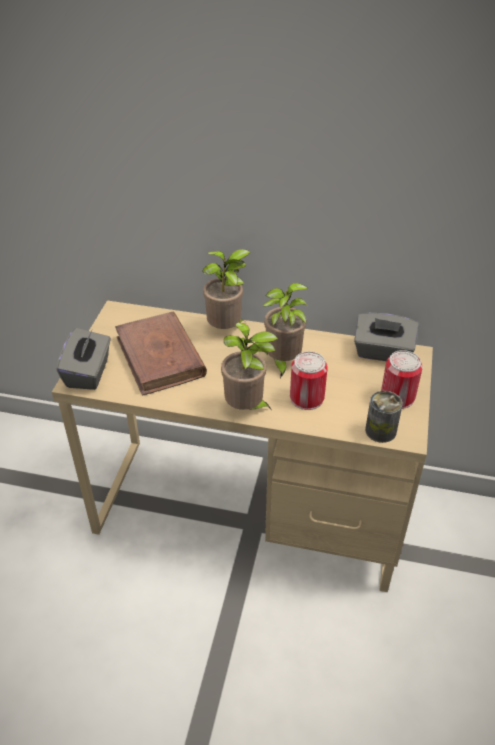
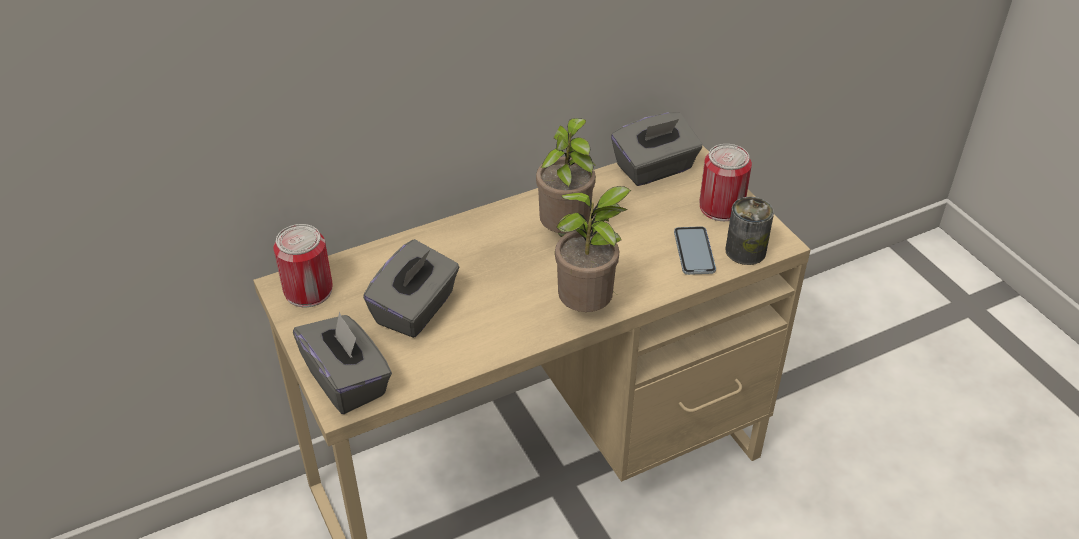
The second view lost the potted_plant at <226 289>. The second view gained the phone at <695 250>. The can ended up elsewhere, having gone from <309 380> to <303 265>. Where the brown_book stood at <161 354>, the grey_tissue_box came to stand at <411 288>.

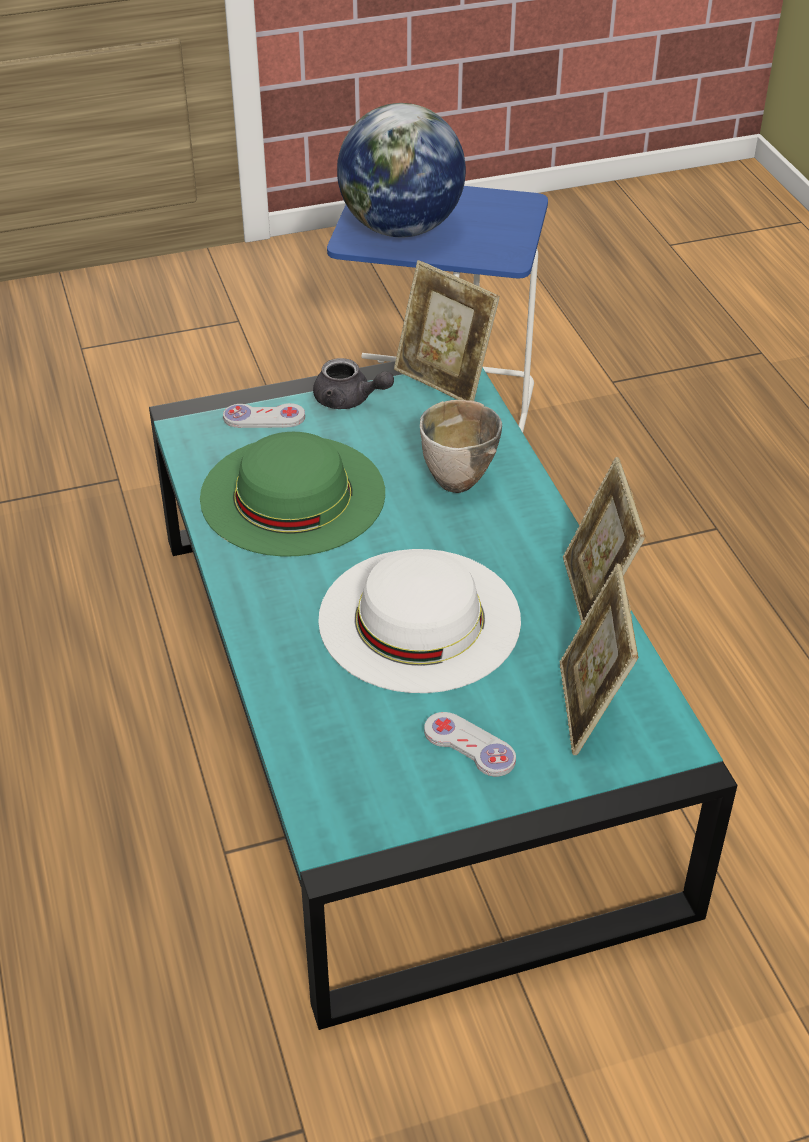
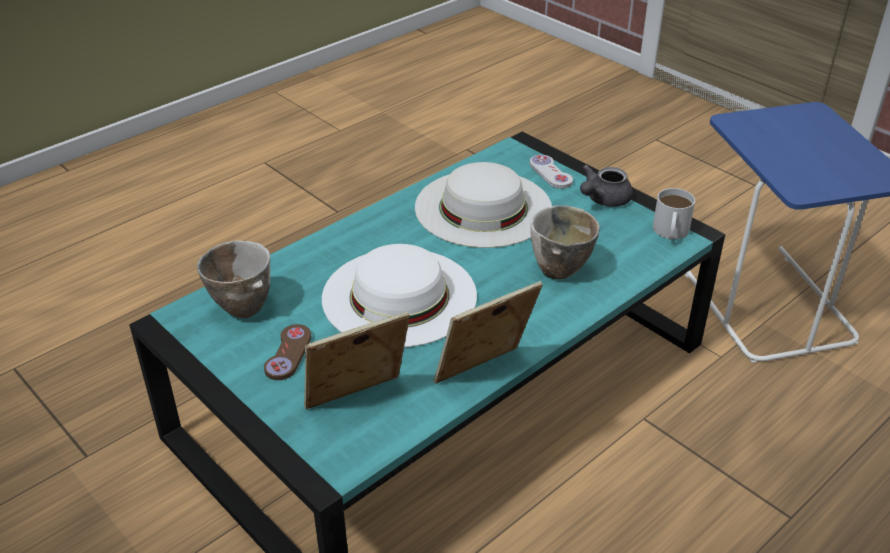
The second view lost the globe at <401 170>. The second view gained the bowl at <233 279>. Where the picture_frame stood at <447 330>, the white_mug came to stand at <674 214>. What was the green_hat at <292 494> turned into the white_hat at <483 205>. What was the white_game_controller at <470 744> turned into the brown_game_controller at <287 352>. The grey_teapot at <353 383> ended up facing another way, 45 degrees clockwise from before.

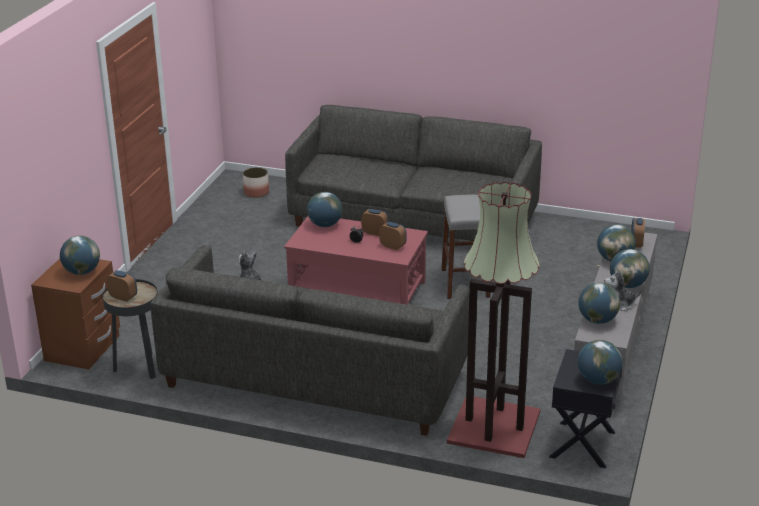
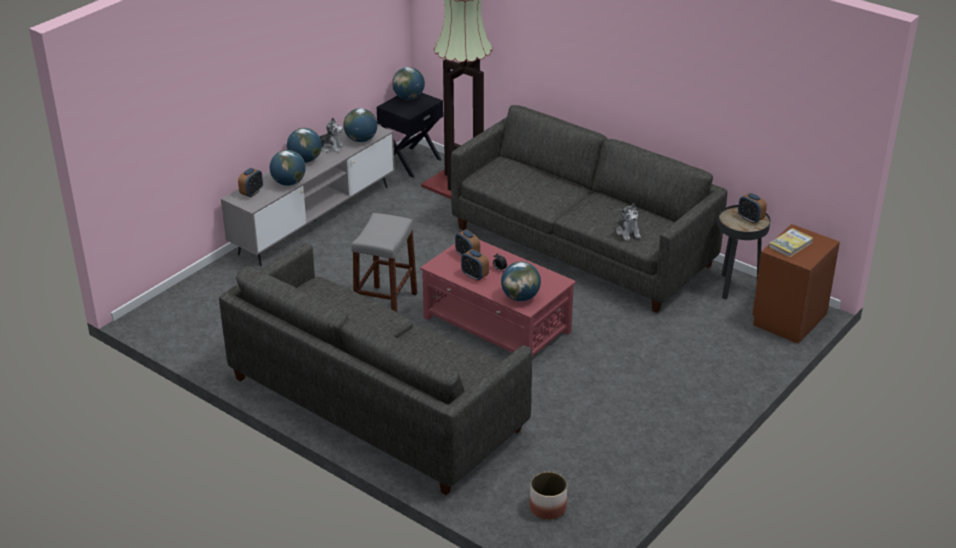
Where the globe stood at <80 255>, the book came to stand at <791 242>.

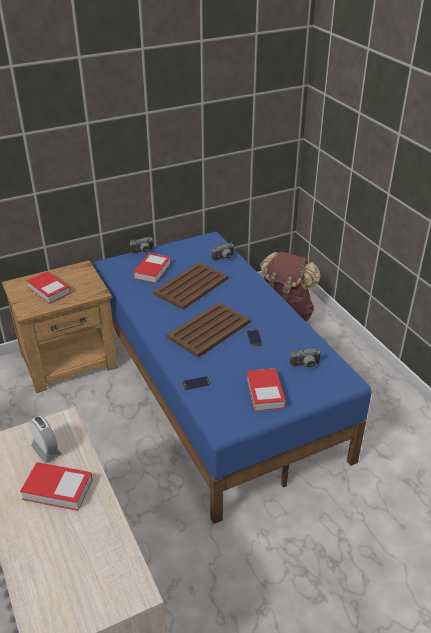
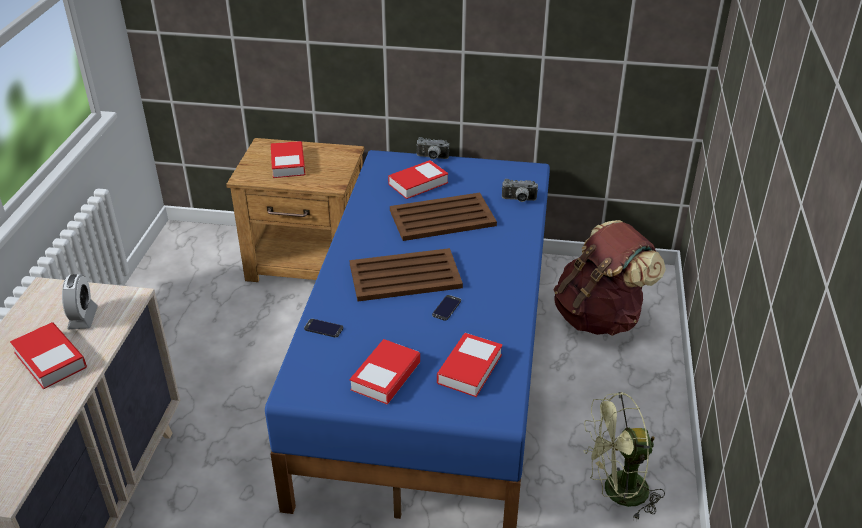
The second view gained the green_fan at <624 456>. Where the photo_camera stood at <305 358>, the book came to stand at <470 365>.

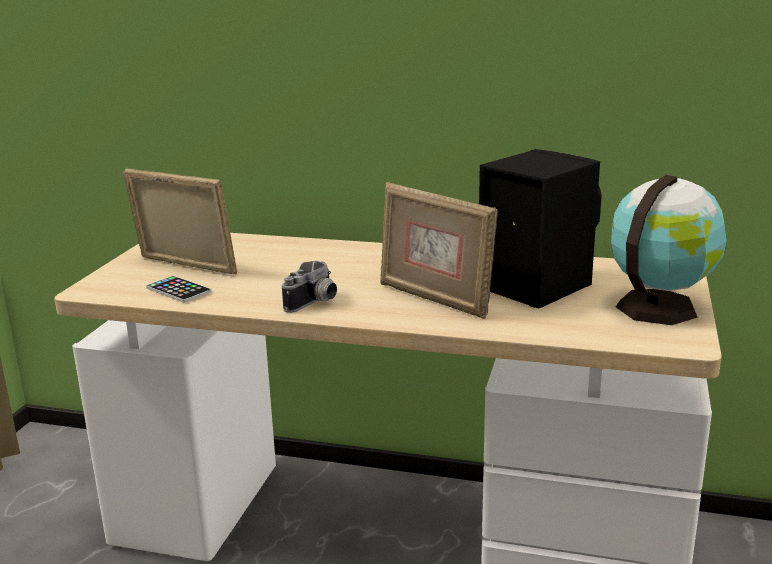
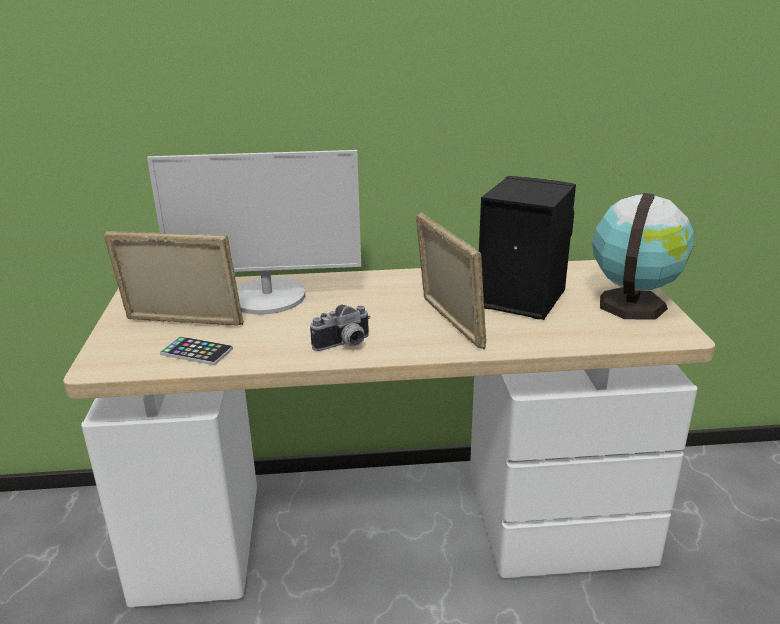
The second view gained the monitor at <254 232>. The photo_camera at <309 287> ended up facing another way, 45 degrees clockwise from before. The picture_frame at <438 250> ended up facing another way, 135 degrees counterclockwise from before.

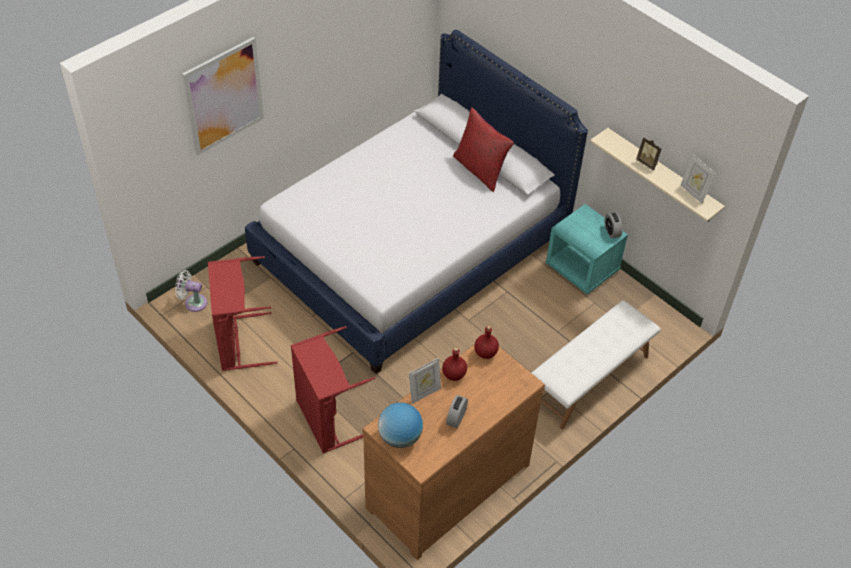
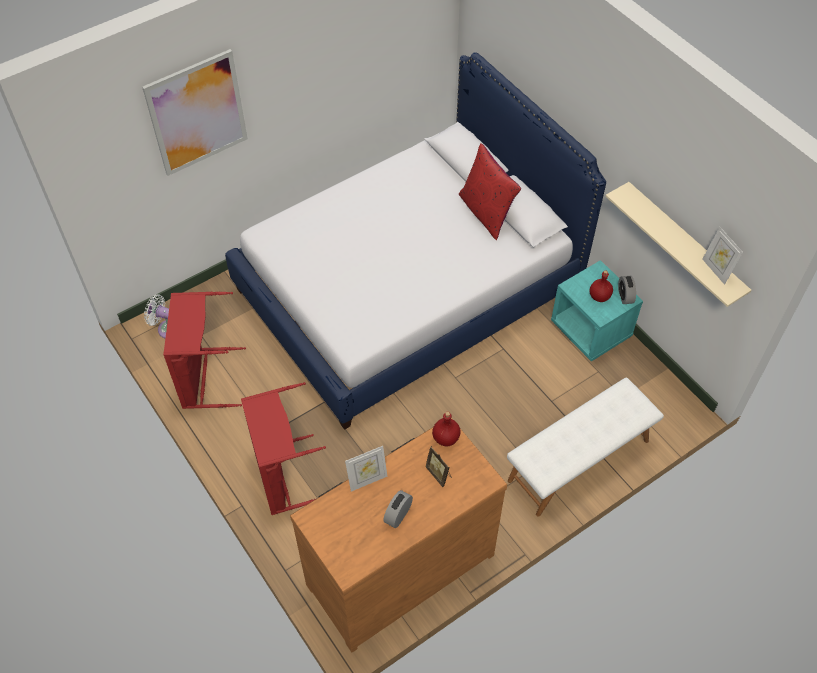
The second view lost the globe at <400 425>. The red_bottle ended up elsewhere, having gone from <454 364> to <601 286>. The picture_frame ended up elsewhere, having gone from <649 153> to <438 466>.

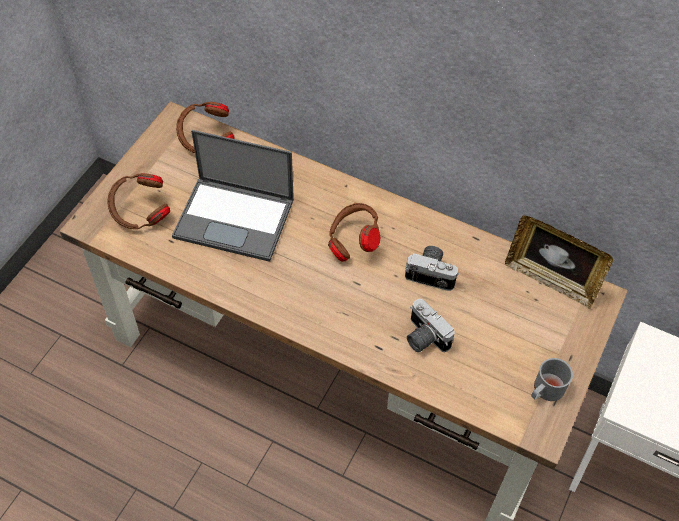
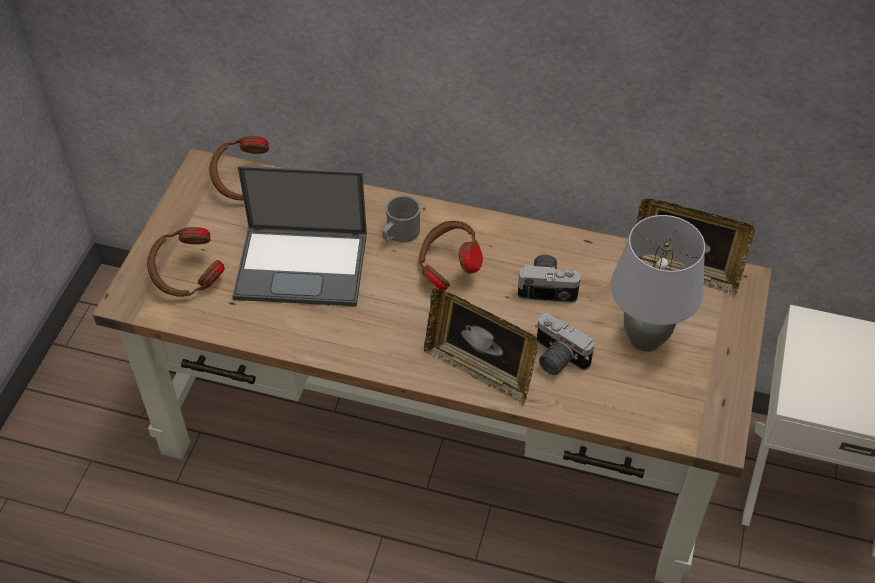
The second view gained the picture_frame at <481 347>. The second view gained the grey_table_lamp at <658 283>. The grey_mug ended up elsewhere, having gone from <552 379> to <401 219>.

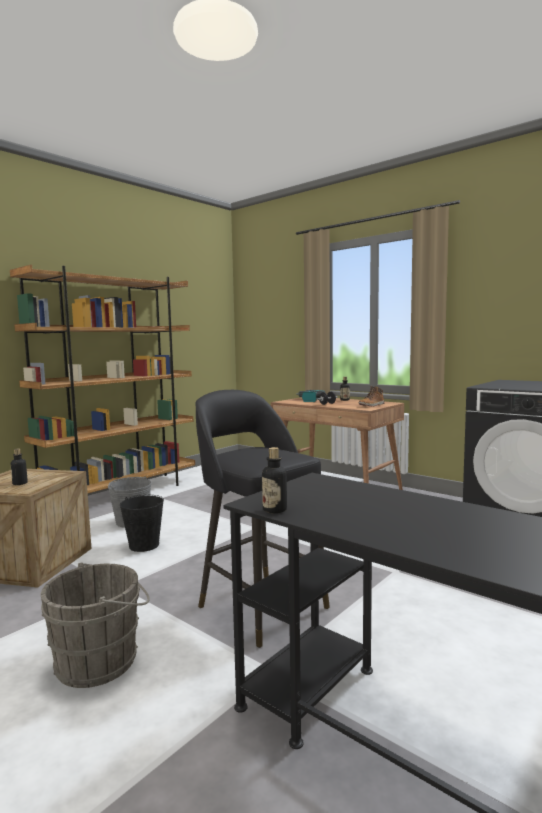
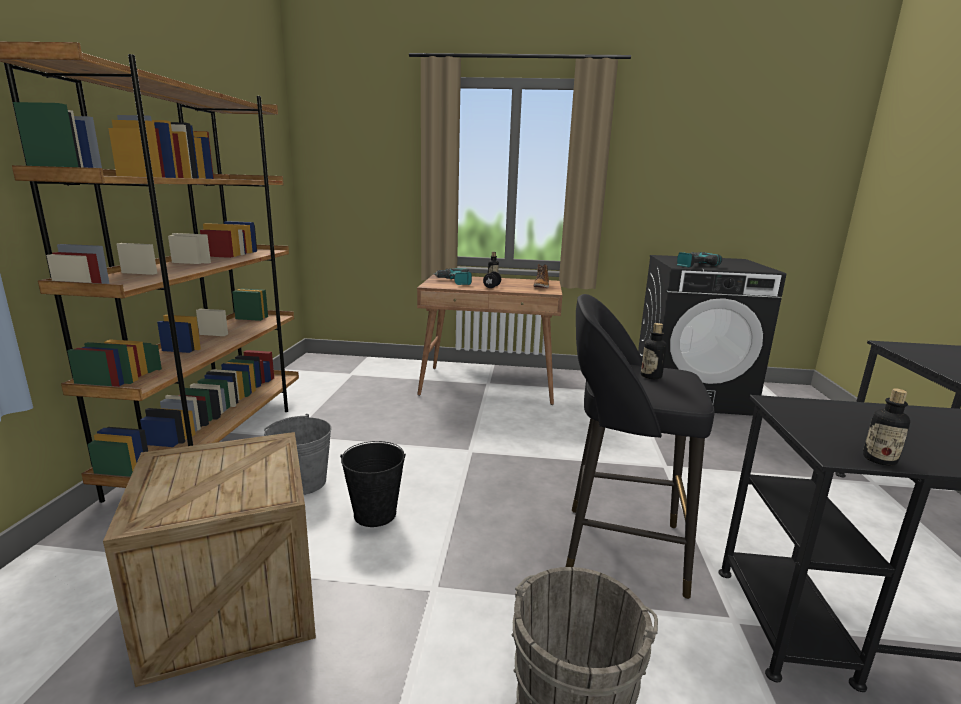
The second view gained the power_drill at <699 260>. The bottle ended up elsewhere, having gone from <19 466> to <654 351>.

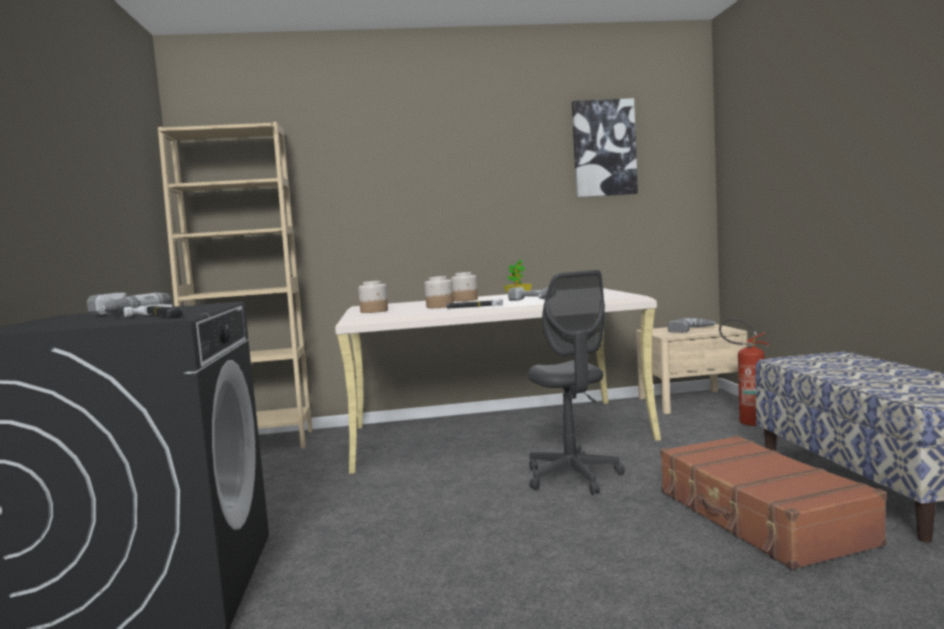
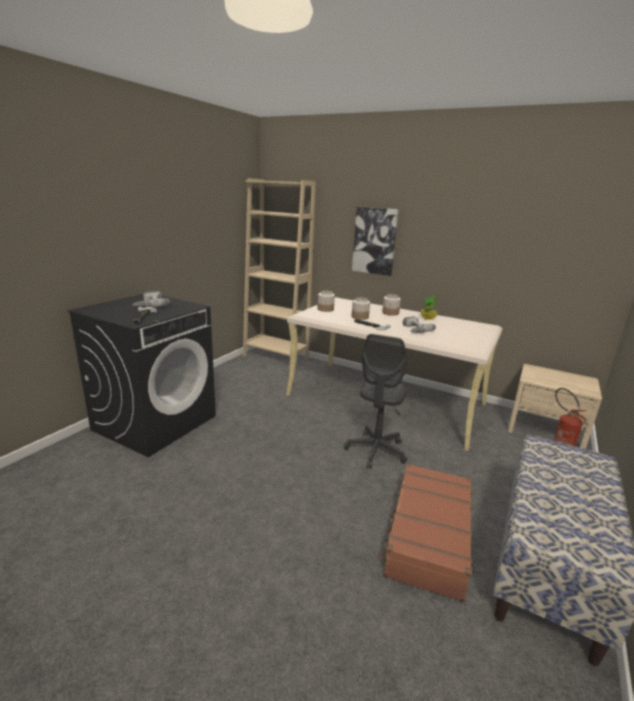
The second view lost the power_drill at <692 325>. The picture ended up elsewhere, having gone from <605 147> to <375 241>.

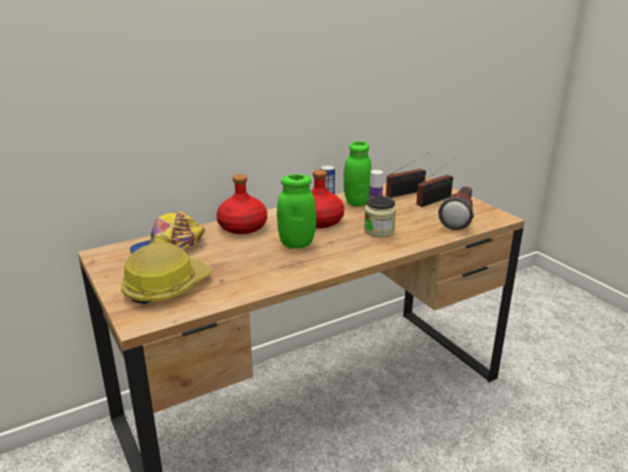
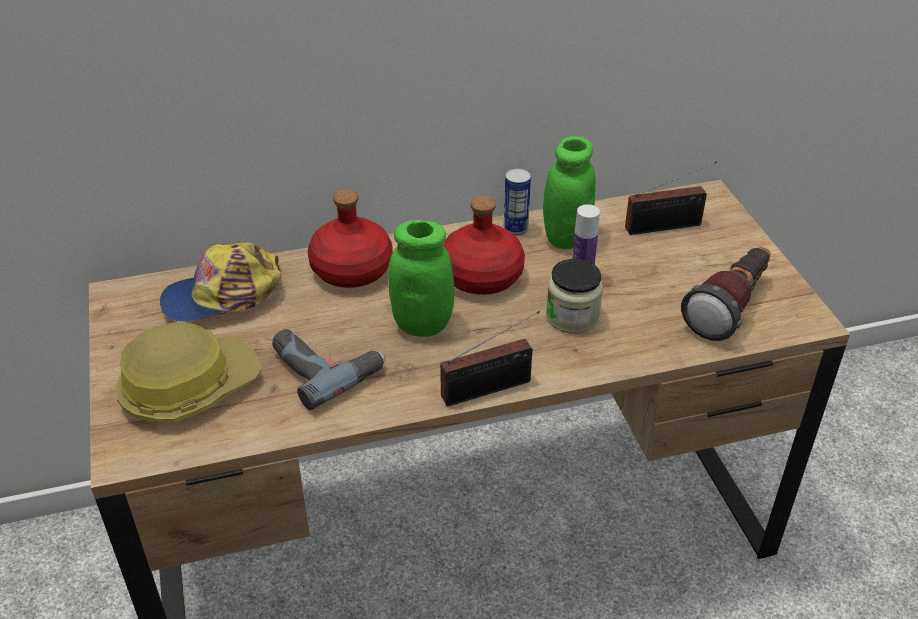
The second view gained the power_drill at <328 369>. The radio ended up elsewhere, having gone from <435 182> to <490 358>.

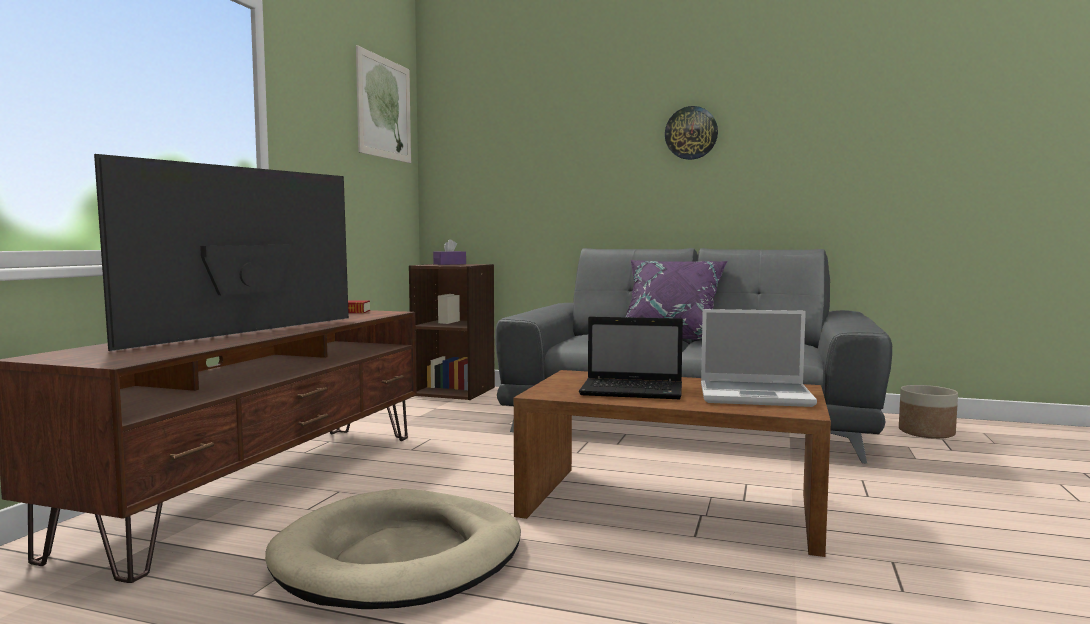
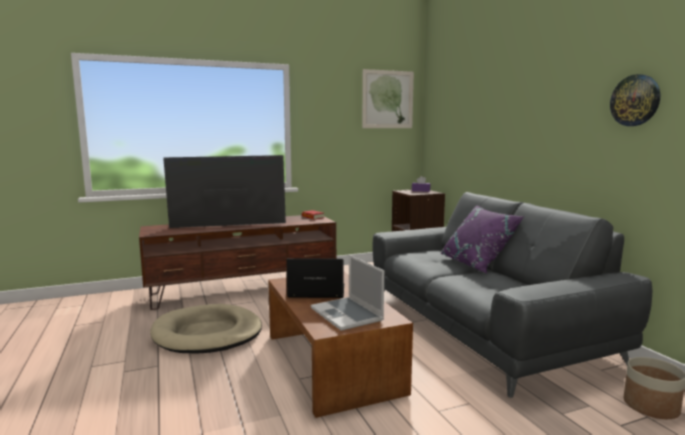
The wall_clock ended up elsewhere, having gone from <691 133> to <635 100>. The laptop at <631 358> ended up facing another way, 120 degrees clockwise from before.

